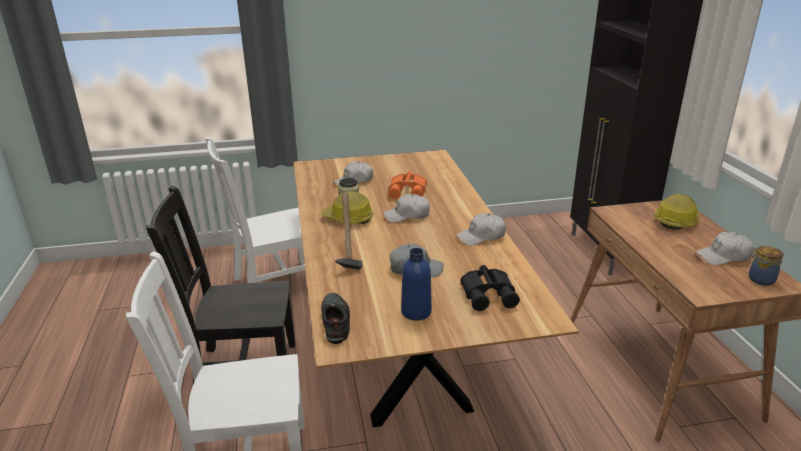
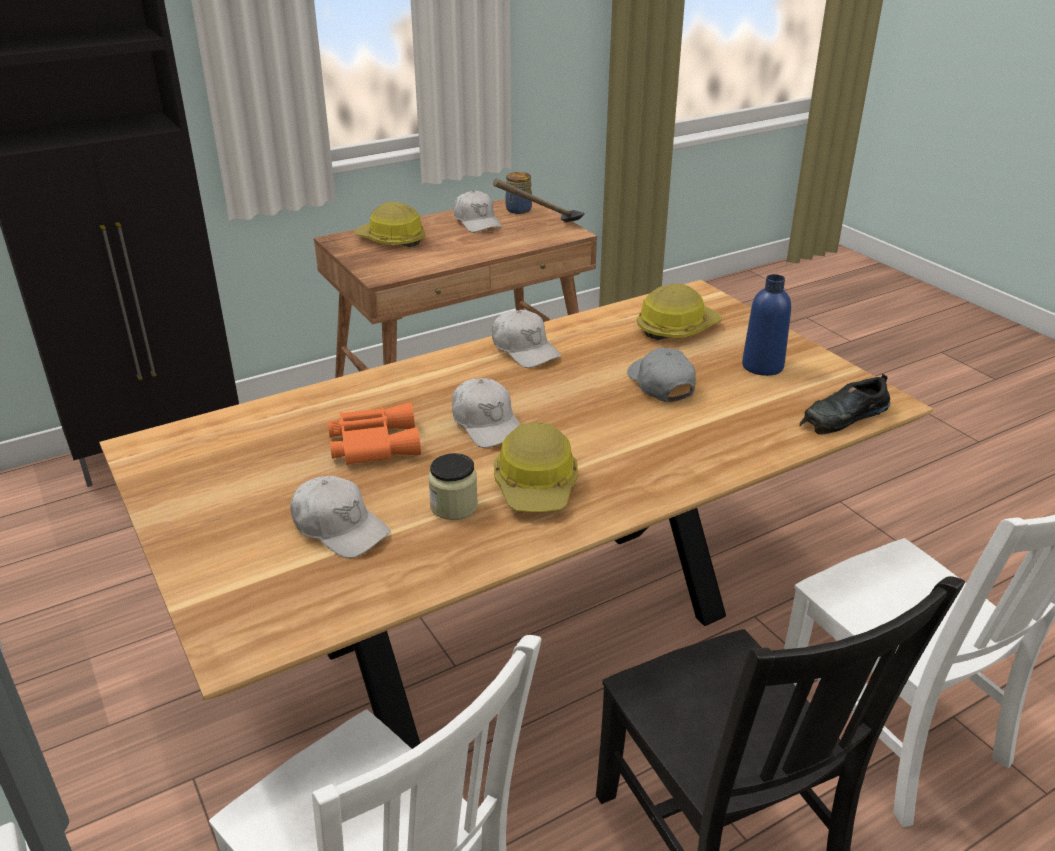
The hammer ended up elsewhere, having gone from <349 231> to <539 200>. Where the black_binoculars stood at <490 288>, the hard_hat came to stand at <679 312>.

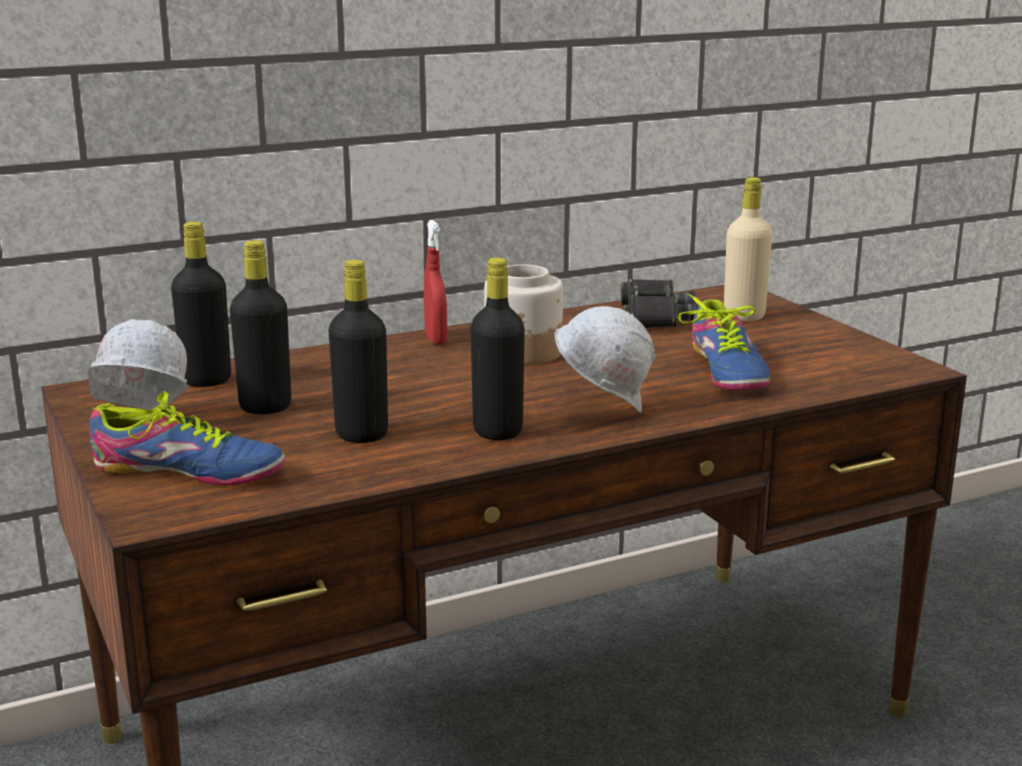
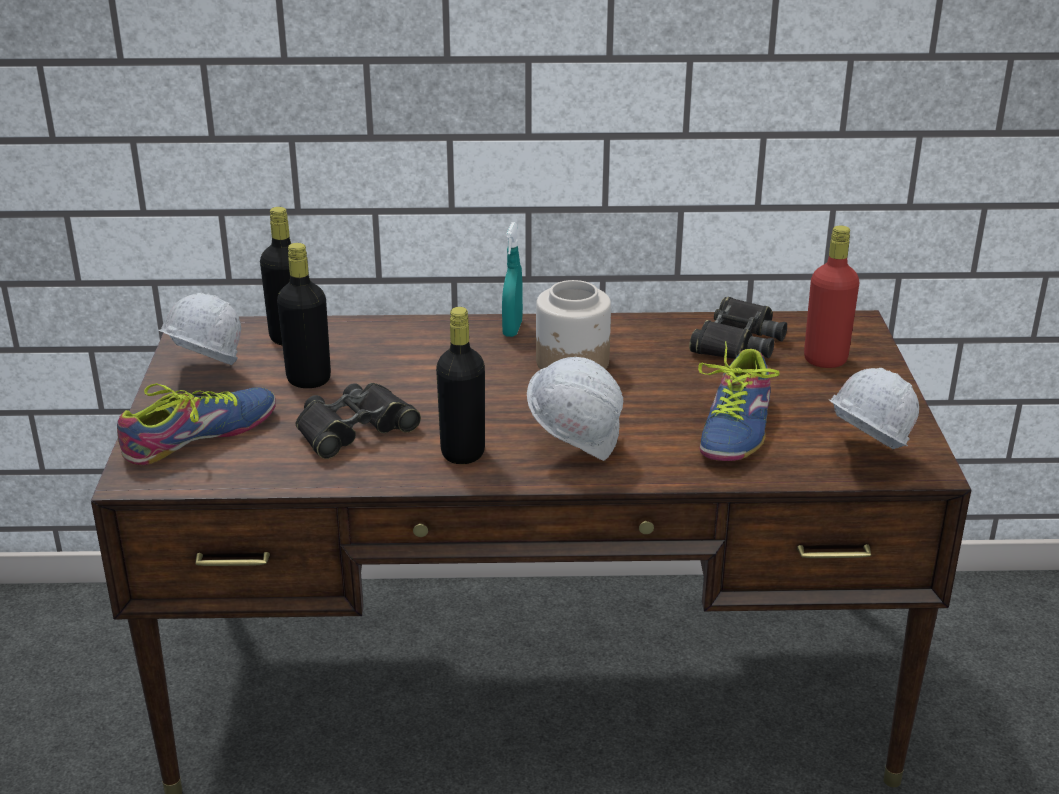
The second view gained the white_hard_hat at <874 408>. Where the black_bottle stood at <358 351>, the black_binoculars came to stand at <358 421>. What was the red_spray_bottle at <435 282> turned into the turquoise_spray_bottle at <512 279>. What was the beige_bottle at <748 249> turned into the red_bottle at <831 297>. The shoe at <187 438> ended up facing another way, 75 degrees counterclockwise from before.

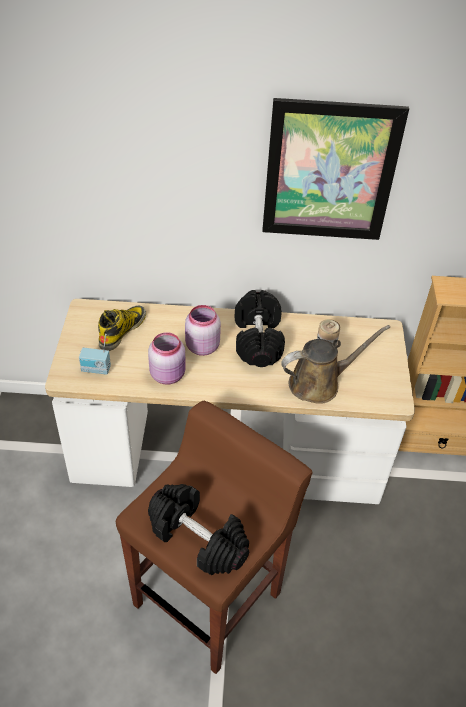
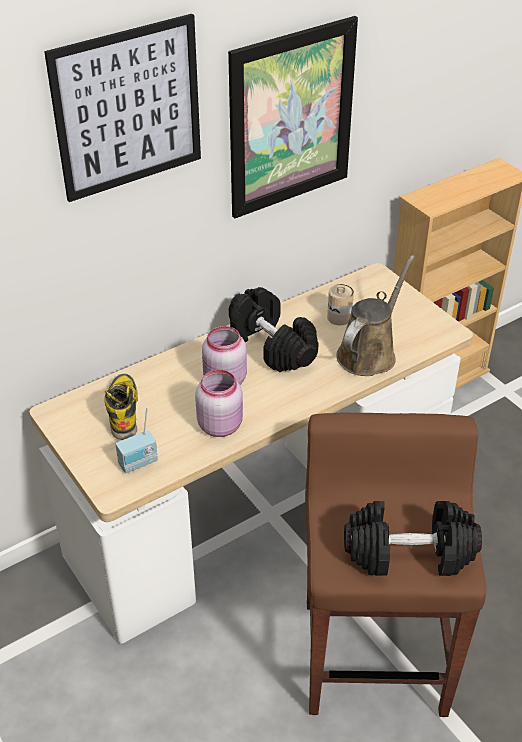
The second view gained the picture at <122 108>.

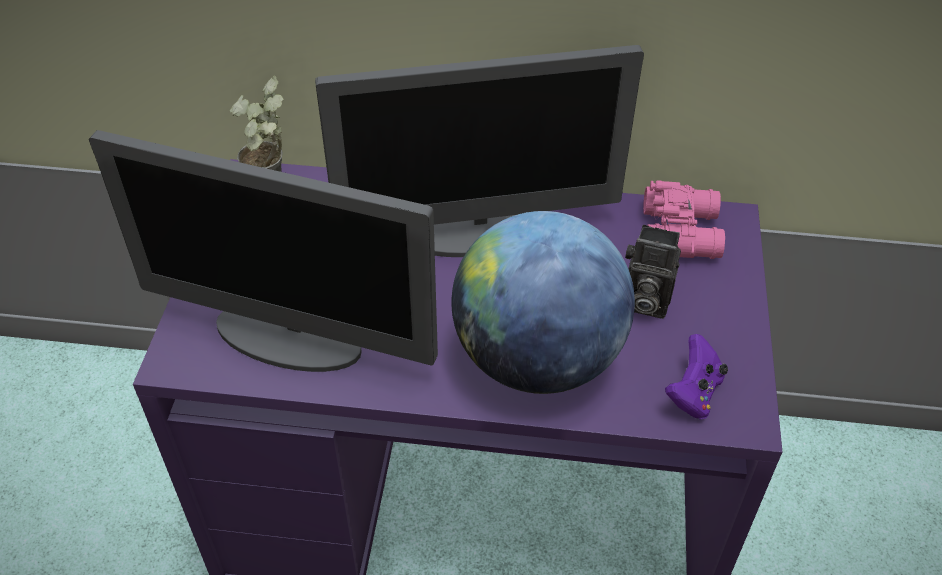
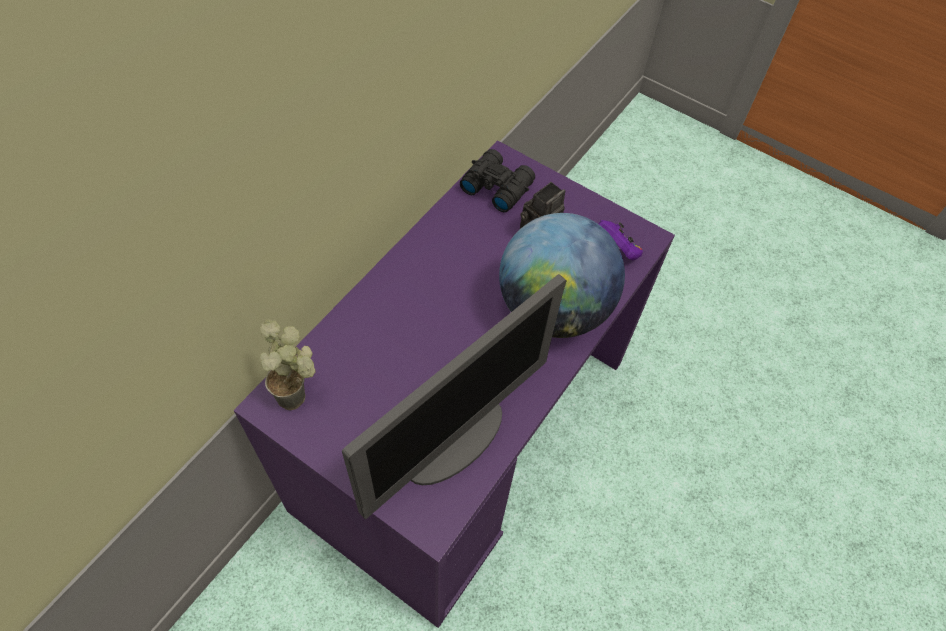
The second view lost the monitor at <479 151>. What was the pink_binoculars at <684 219> turned into the black_binoculars at <497 180>.

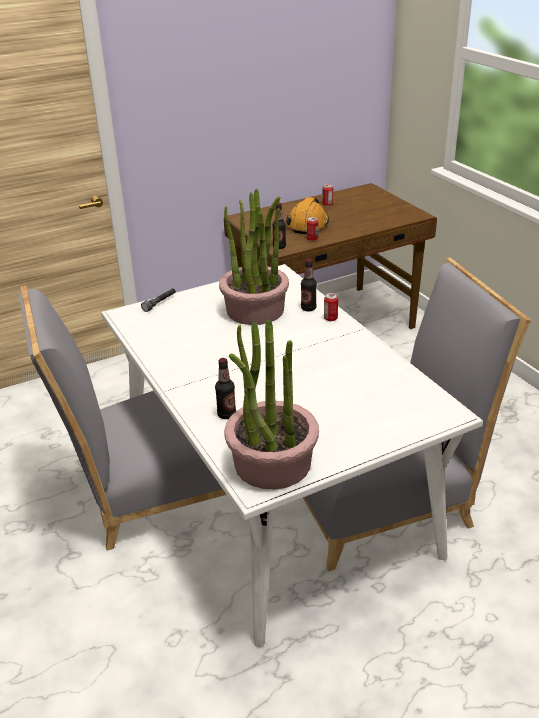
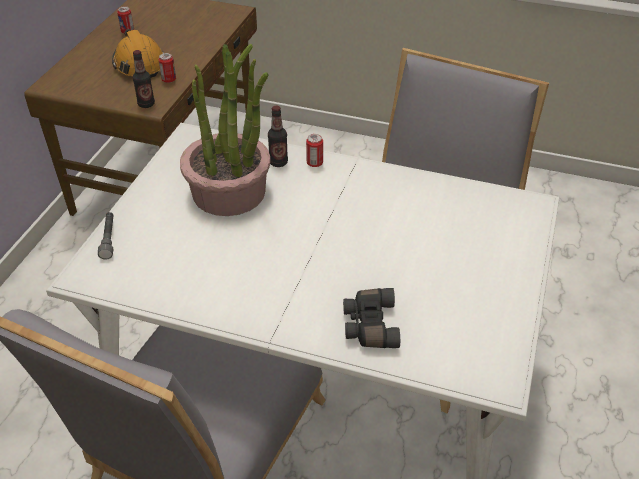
The second view lost the potted_plant at <271 404>. Where the bottle stood at <225 388>, the black_binoculars came to stand at <371 318>.

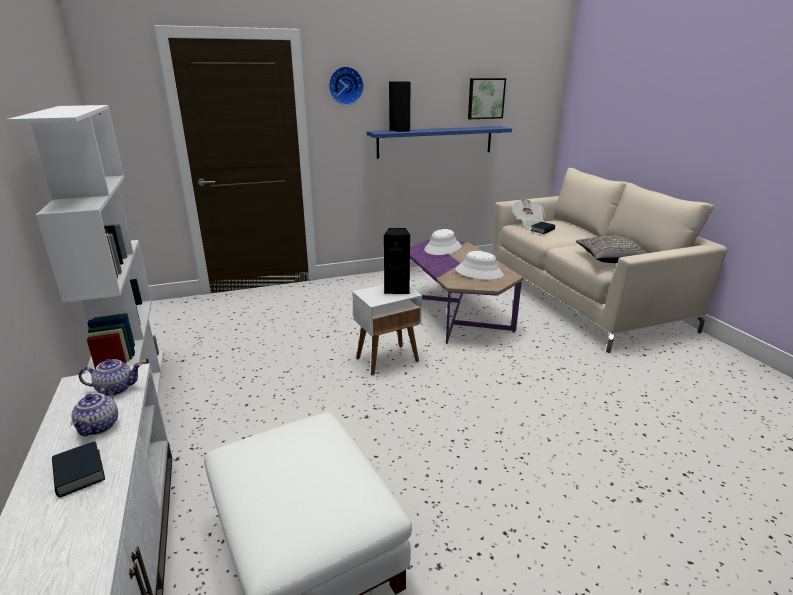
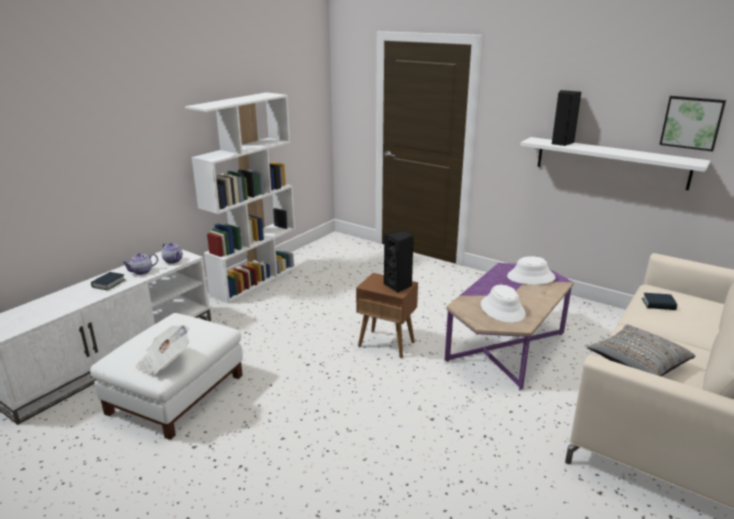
The second view lost the wall_clock at <346 85>. The newspaper ended up elsewhere, having gone from <528 213> to <162 350>. What was the white_side_table at <387 330> turned into the brown_side_table at <387 315>. What was the blue_shelf at <439 142> turned into the white_shelf at <615 163>.

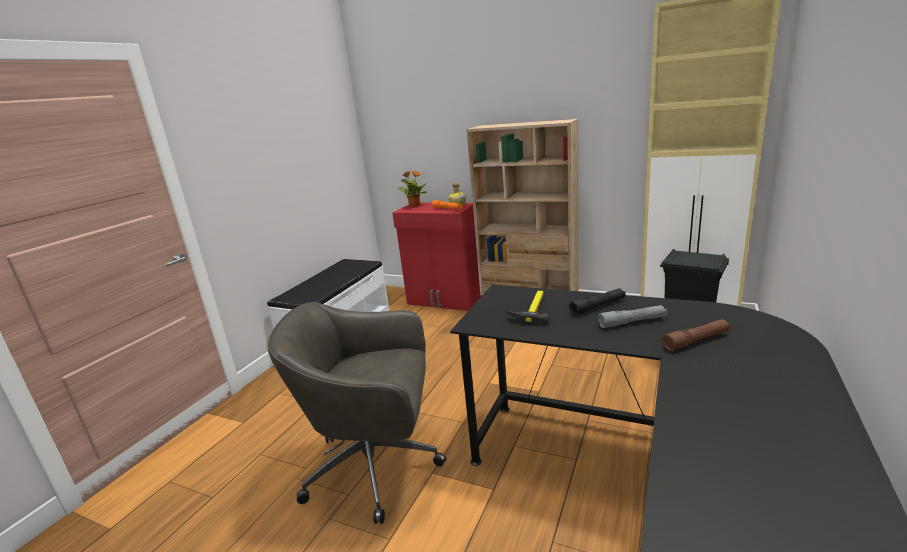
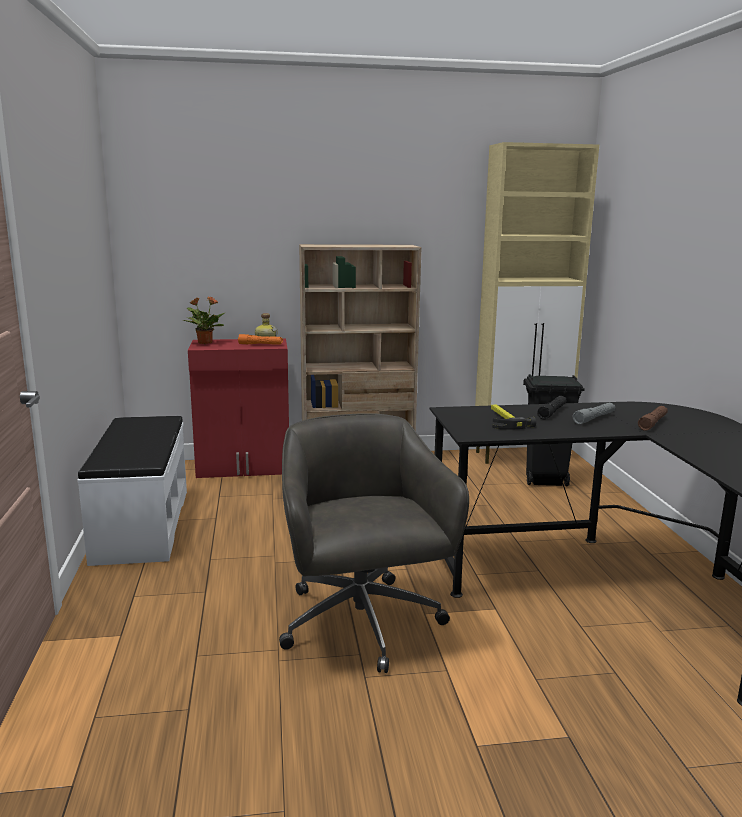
The grey_office_chair at <357 413> ended up facing another way, 105 degrees clockwise from before.

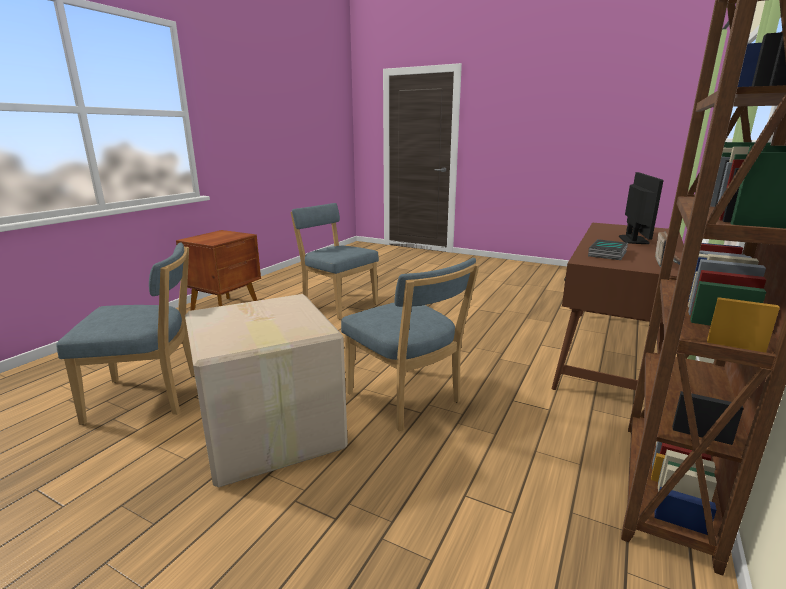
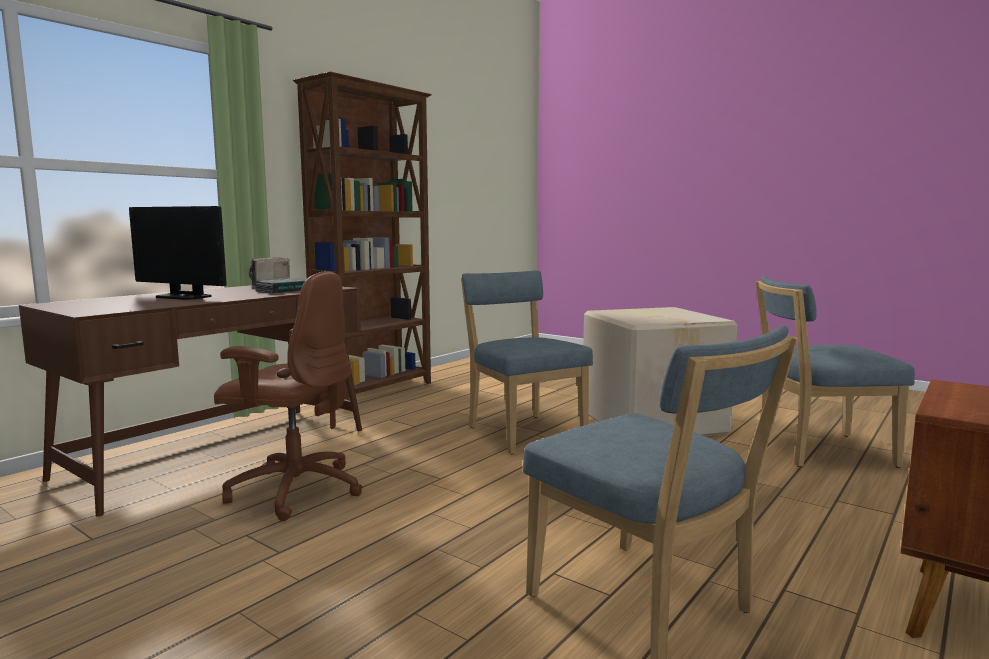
The second view gained the brown_office_chair at <288 396>. The monitor at <641 208> ended up facing another way, 90 degrees counterclockwise from before.

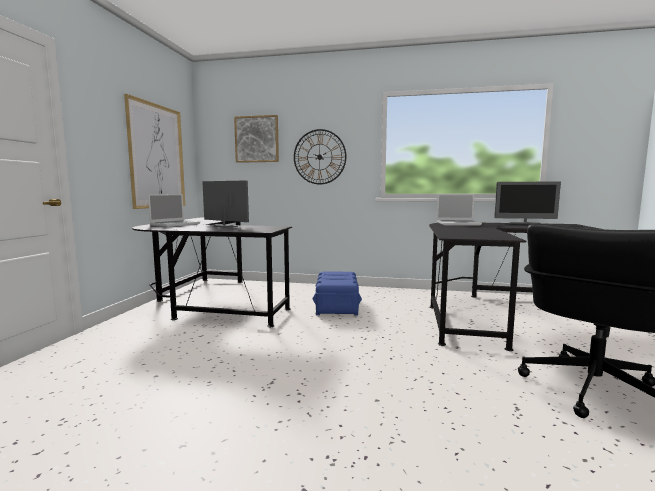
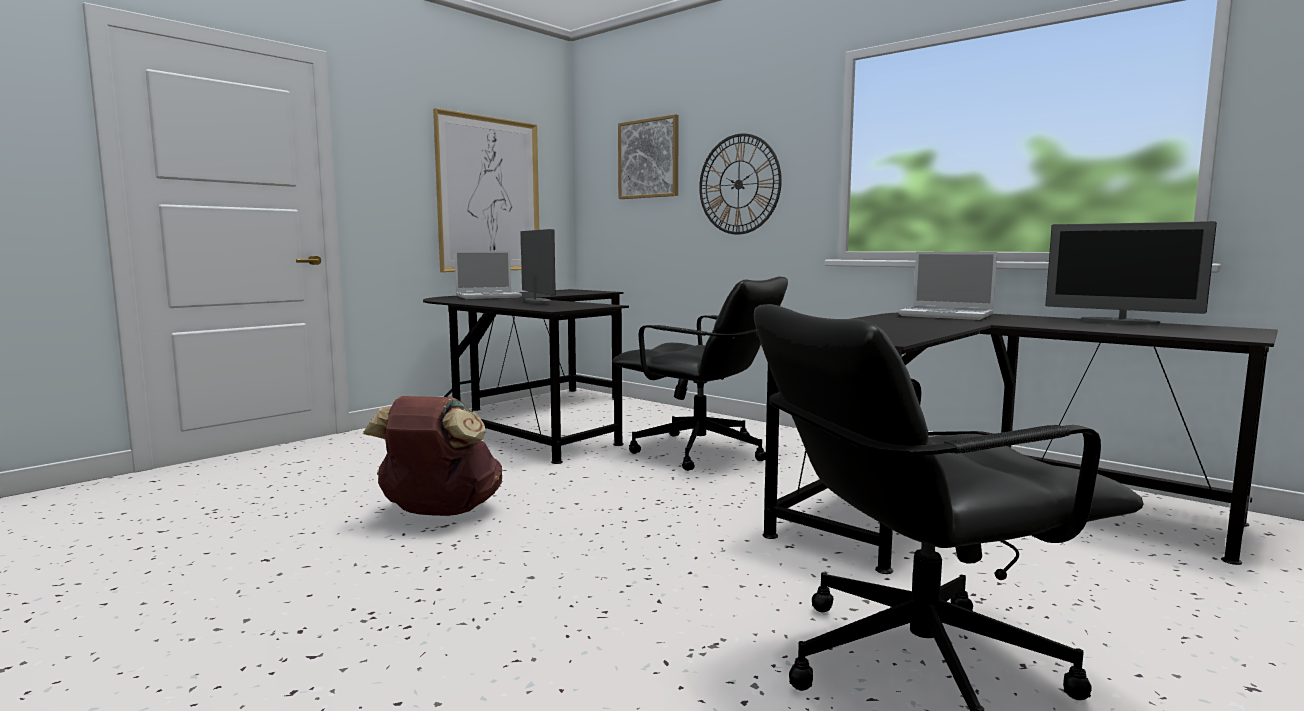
The second view gained the brown_backpack at <432 456>. Where the blue_storage_box stood at <337 293>, the black_office_chair came to stand at <700 374>.

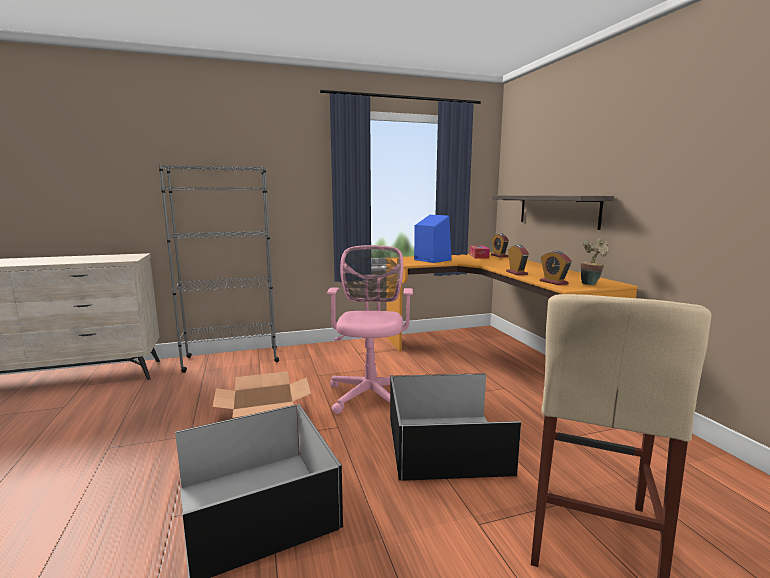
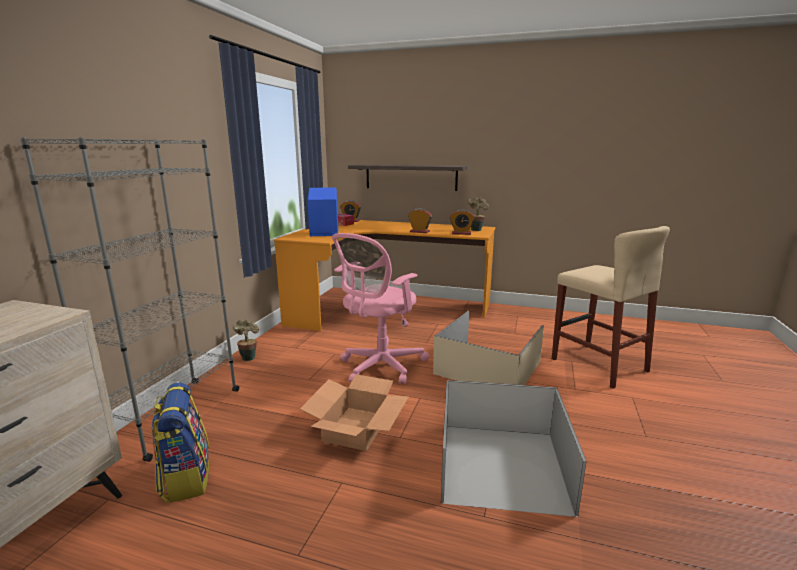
The second view gained the backpack at <180 442>. The second view gained the potted_plant at <246 340>. What was the black_storage_box at <455 427> turned into the beige_storage_box at <488 348>. The pink_office_chair at <370 329> ended up facing another way, 90 degrees counterclockwise from before.

